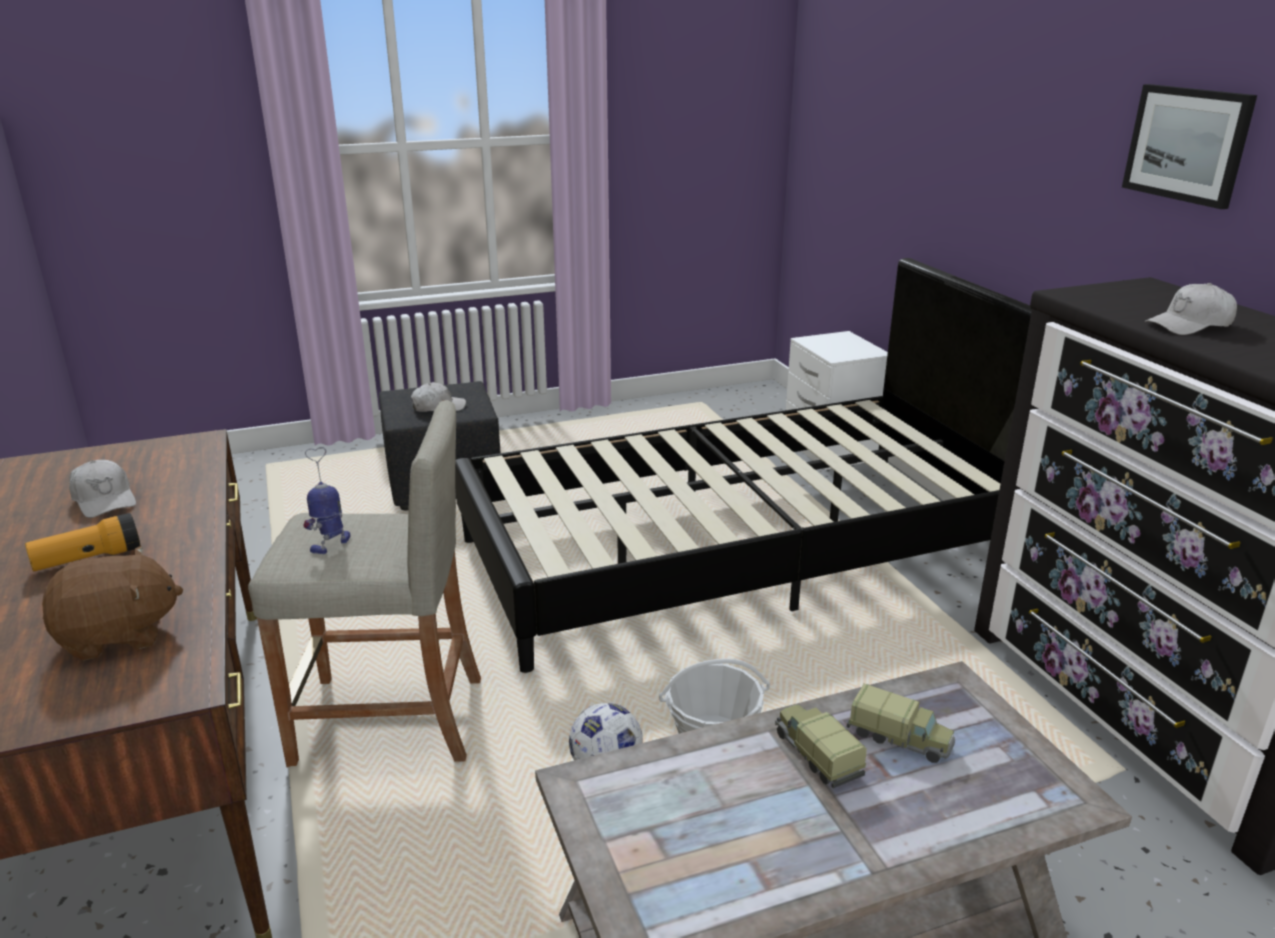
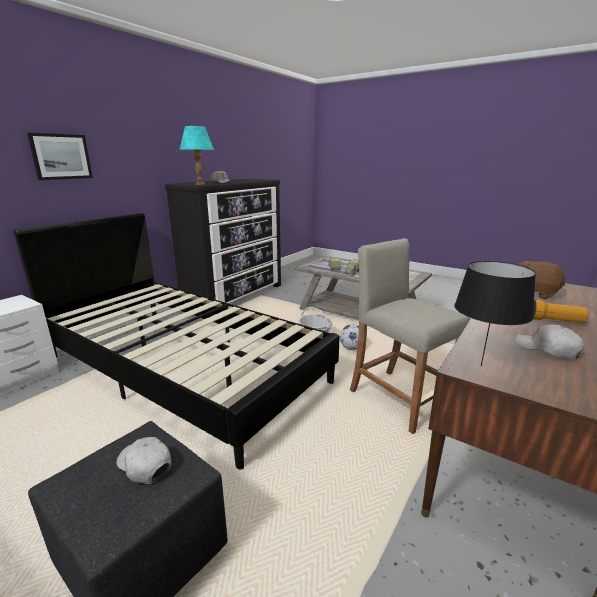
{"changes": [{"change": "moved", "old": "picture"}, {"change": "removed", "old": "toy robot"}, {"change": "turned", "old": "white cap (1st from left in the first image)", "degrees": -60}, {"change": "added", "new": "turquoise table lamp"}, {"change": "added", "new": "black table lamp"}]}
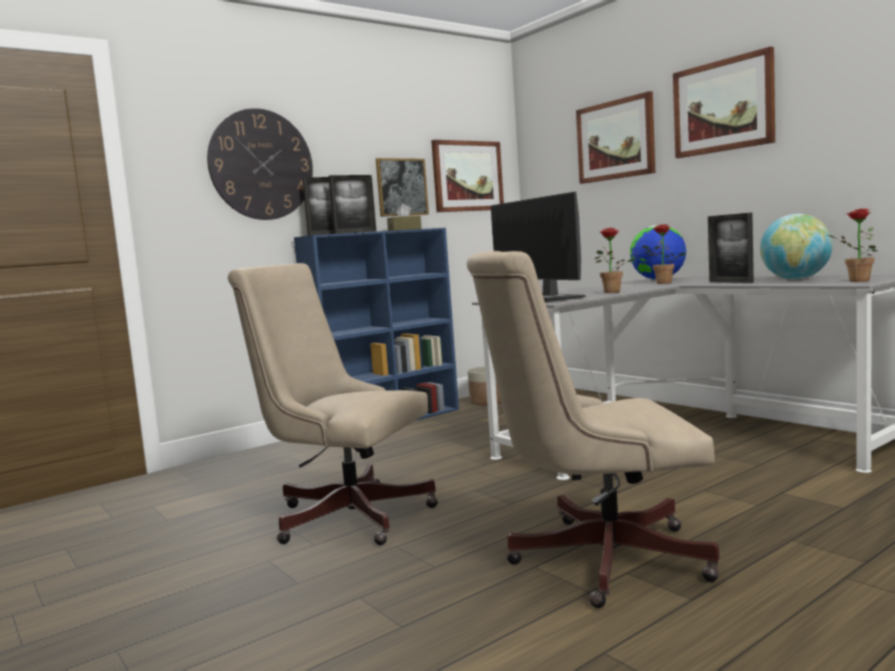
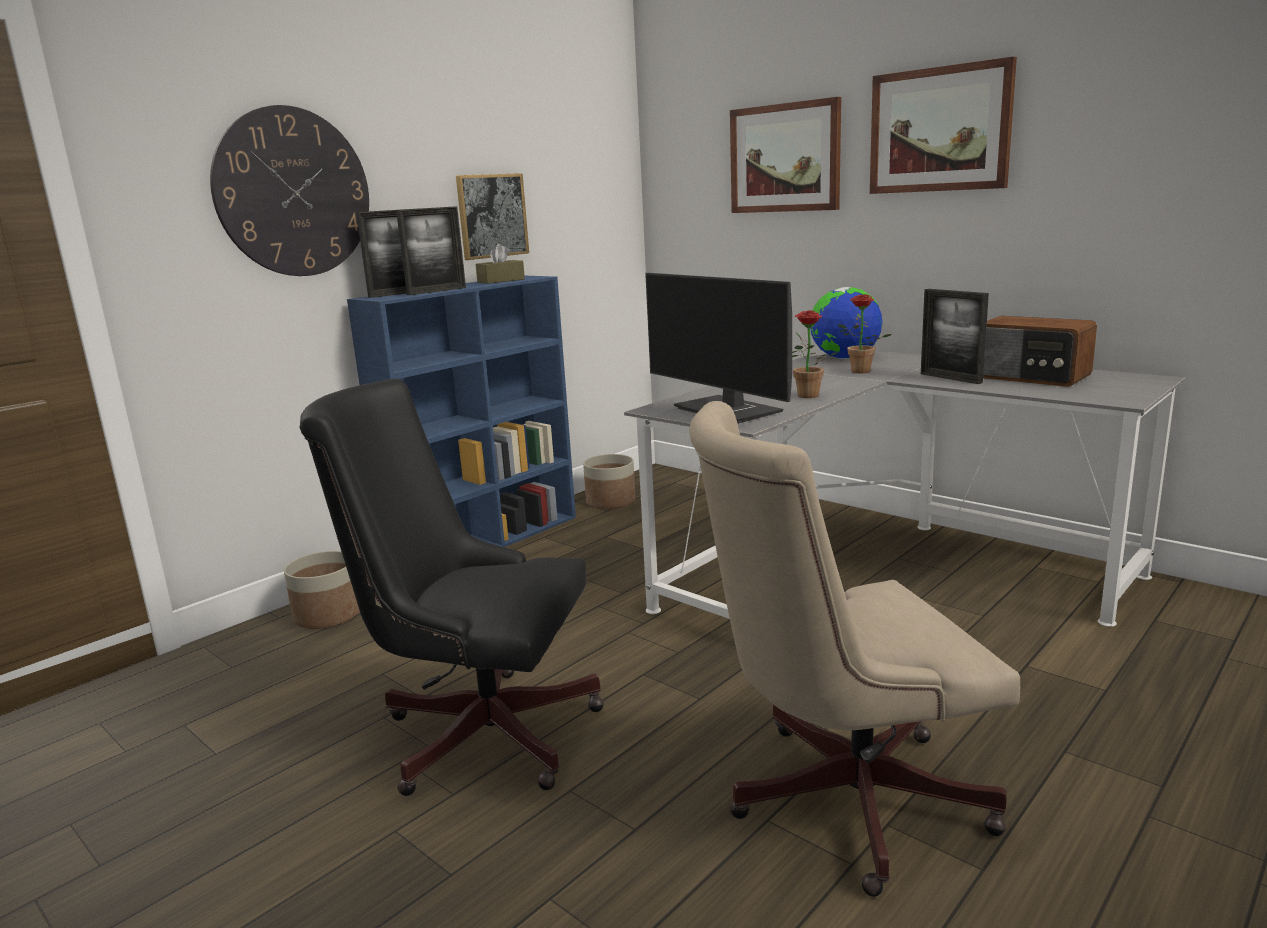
{"changes": [{"change": "removed", "old": "picture (2nd from left)"}, {"change": "removed", "old": "potted plant (3rd from left)"}, {"change": "replaced", "old": "globe (2nd from left)", "new": "radio"}, {"change": "recoloured", "old": "beige office chair (1st from left)", "new": "black office chair"}, {"change": "added", "new": "planter (1st from left)"}]}
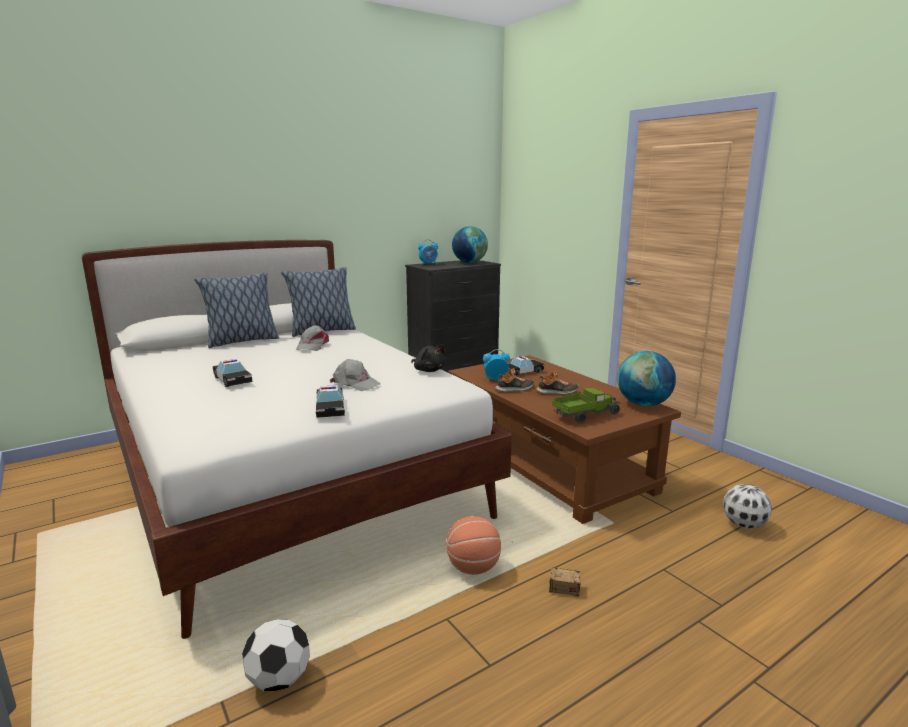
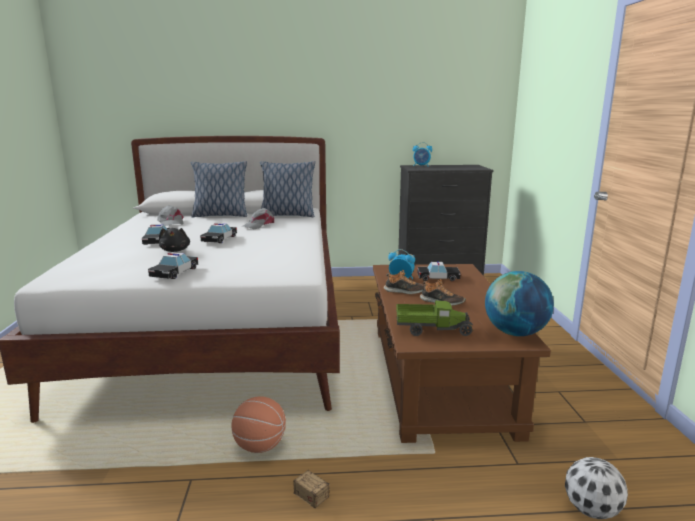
{"changes": [{"change": "removed", "old": "globe (1st from left)"}, {"change": "moved", "old": "black plush toy"}, {"change": "moved", "old": "grey cap (2nd from left in the first image)", "new": "grey cap (1st from left)"}, {"change": "removed", "old": "football (1st from left)"}, {"change": "added", "new": "toy car (3rd from left)"}]}
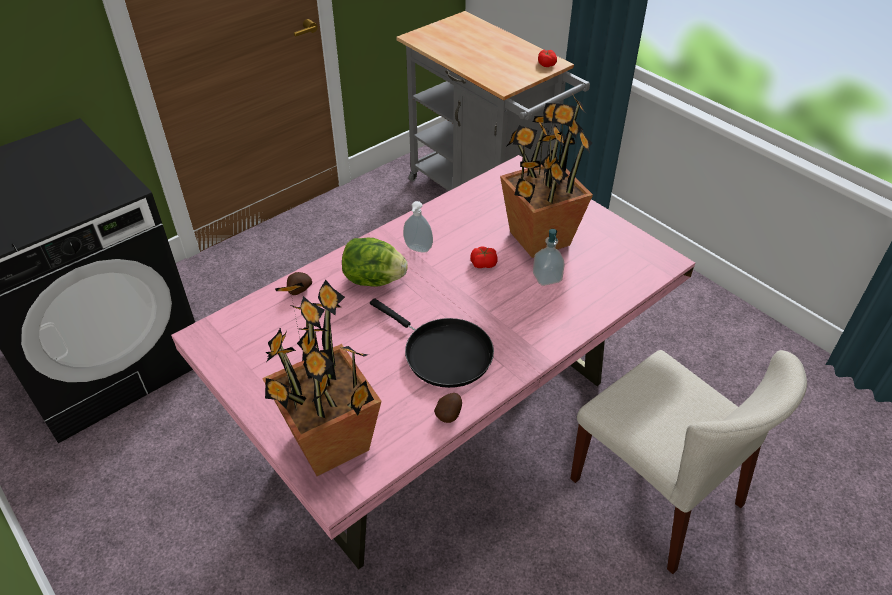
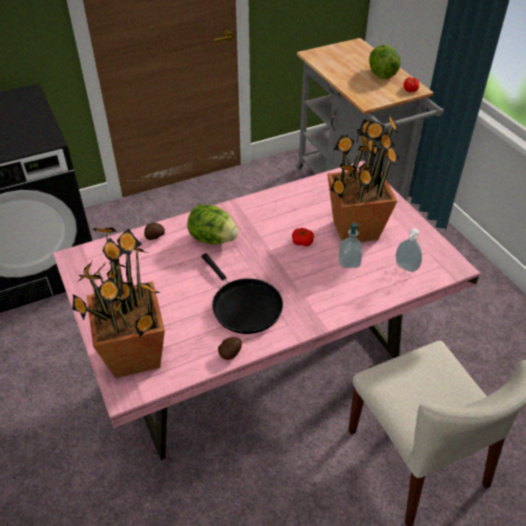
{"changes": [{"change": "moved", "old": "soap dispenser (1st from left in the first image)", "new": "soap dispenser (2nd from left)"}, {"change": "added", "new": "lettuce (2nd from left)"}]}
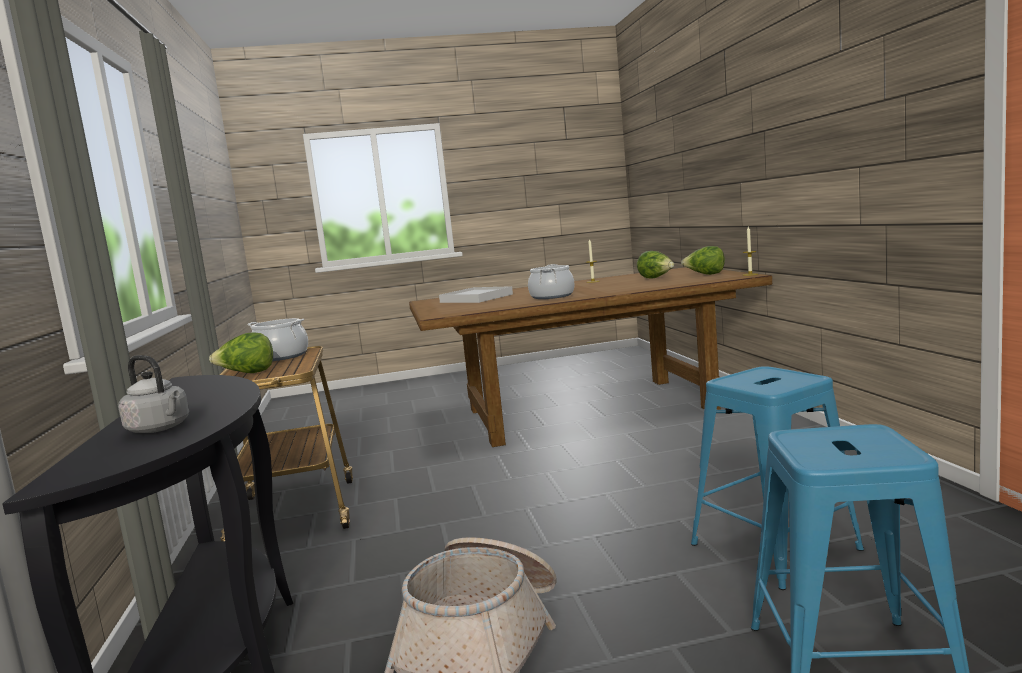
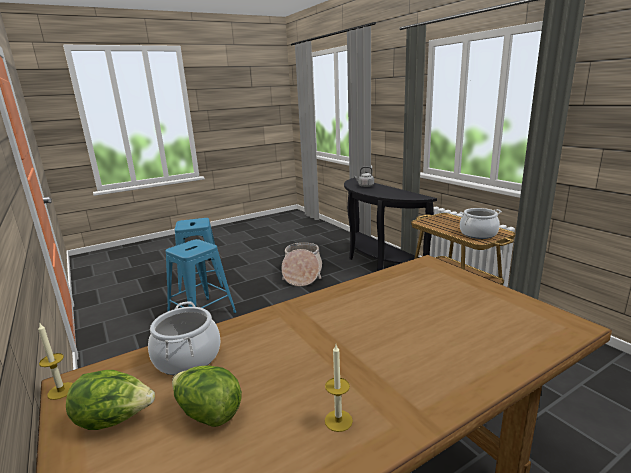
{"changes": [{"change": "moved", "old": "cooking pot (2nd from left in the first image)", "new": "cooking pot (1st from left)"}, {"change": "removed", "old": "white tray"}, {"change": "removed", "old": "lettuce (1st from left)"}]}
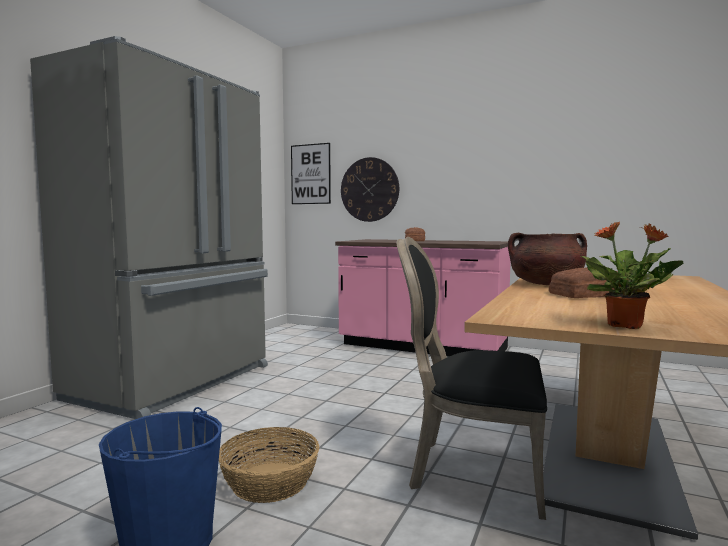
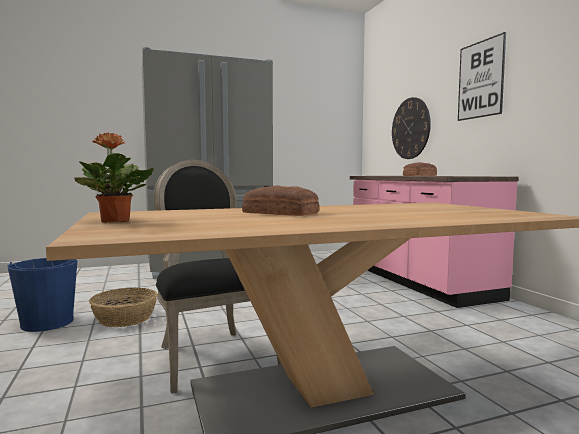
{"changes": [{"change": "moved", "old": "picture"}, {"change": "removed", "old": "brown cooking pot"}]}
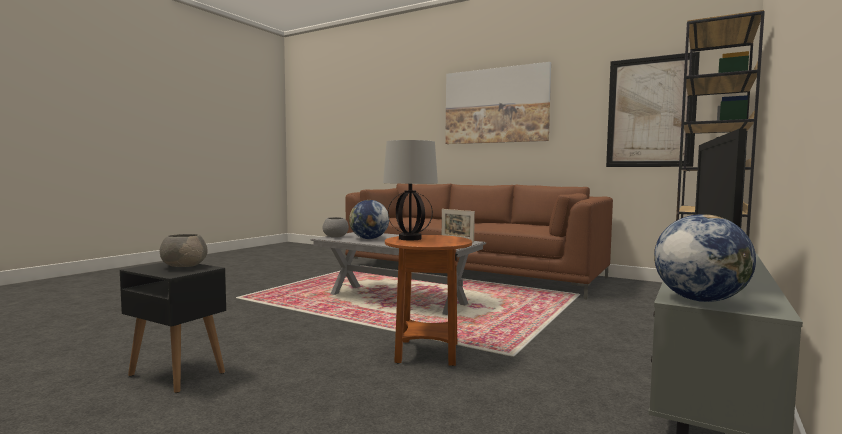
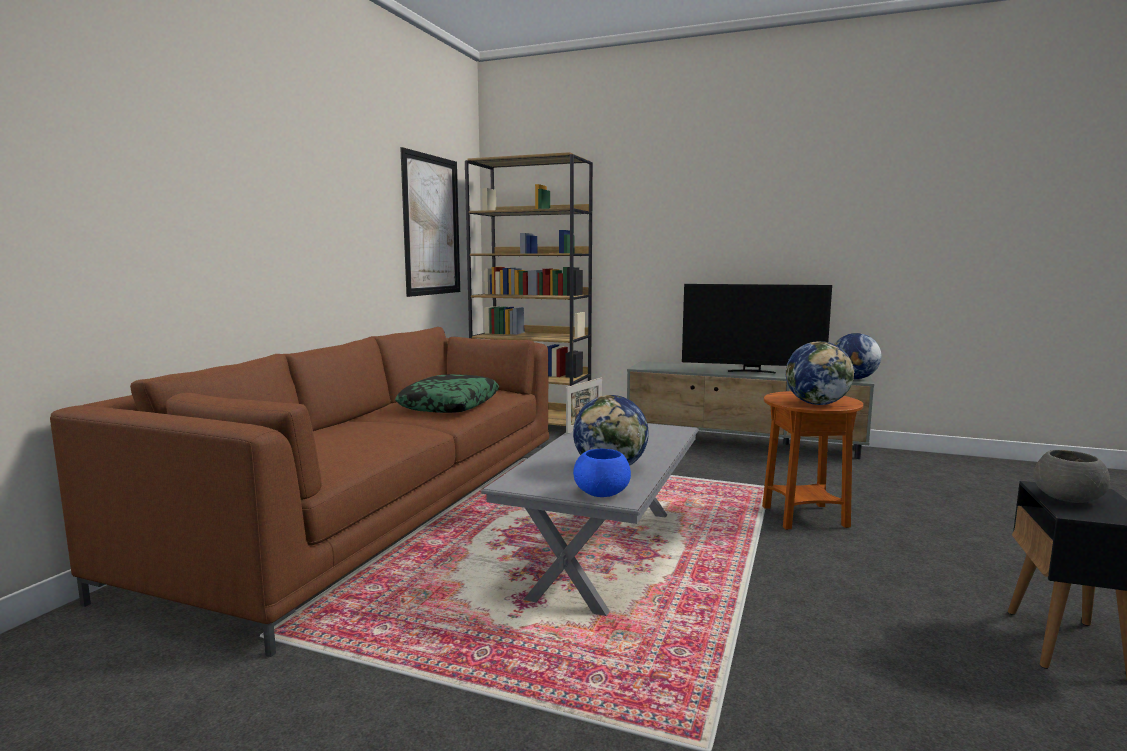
{"changes": [{"change": "removed", "old": "picture (1st from left)"}, {"change": "replaced", "old": "table lamp", "new": "globe (2nd from left)"}, {"change": "recoloured", "old": "grey bowl (2nd from left)", "new": "blue bowl"}, {"change": "added", "new": "pillow"}]}
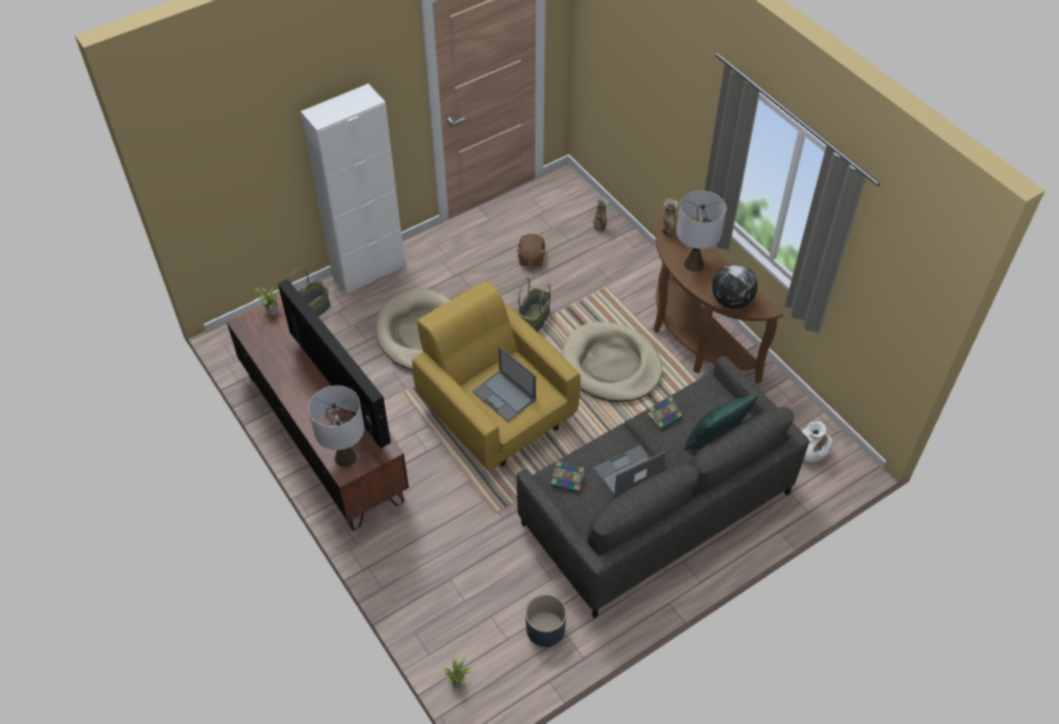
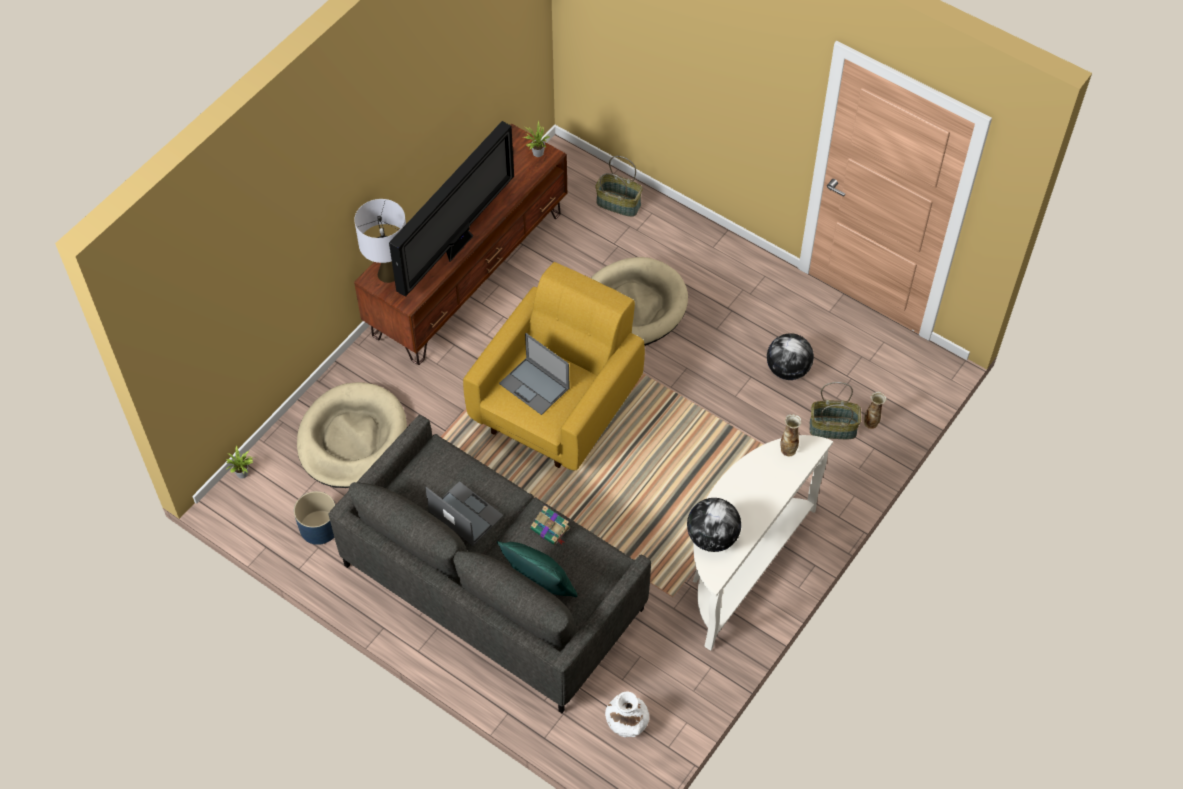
{"changes": [{"change": "removed", "old": "white cabinet"}, {"change": "removed", "old": "grey table lamp (2nd from left)"}, {"change": "recoloured", "old": "brown console table", "new": "white console table"}, {"change": "replaced", "old": "brown plush toy", "new": "globe (2nd from left)"}, {"change": "moved", "old": "basket (2nd from left)"}, {"change": "moved", "old": "beige dog bed (2nd from left in the first image)", "new": "beige dog bed (1st from left)"}, {"change": "turned", "old": "laptop (1st from left in the first image)", "degrees": -75}, {"change": "removed", "old": "book (1st from left)"}]}
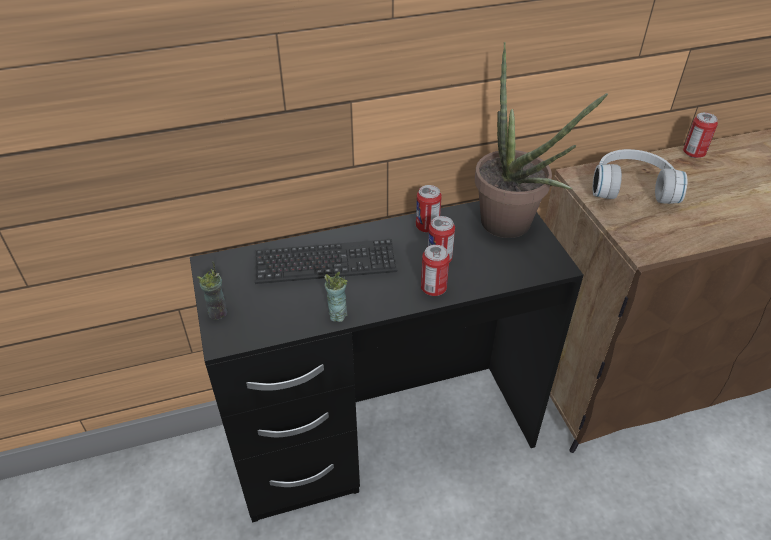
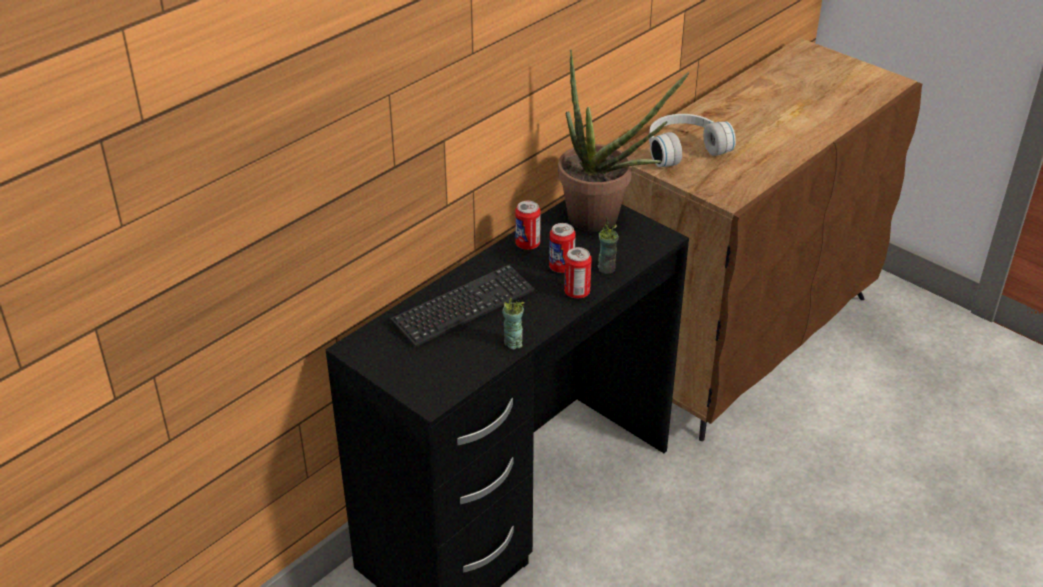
{"changes": [{"change": "removed", "old": "can (4th from left)"}, {"change": "moved", "old": "cup (1st from left in the first image)", "new": "cup (2nd from left)"}]}
